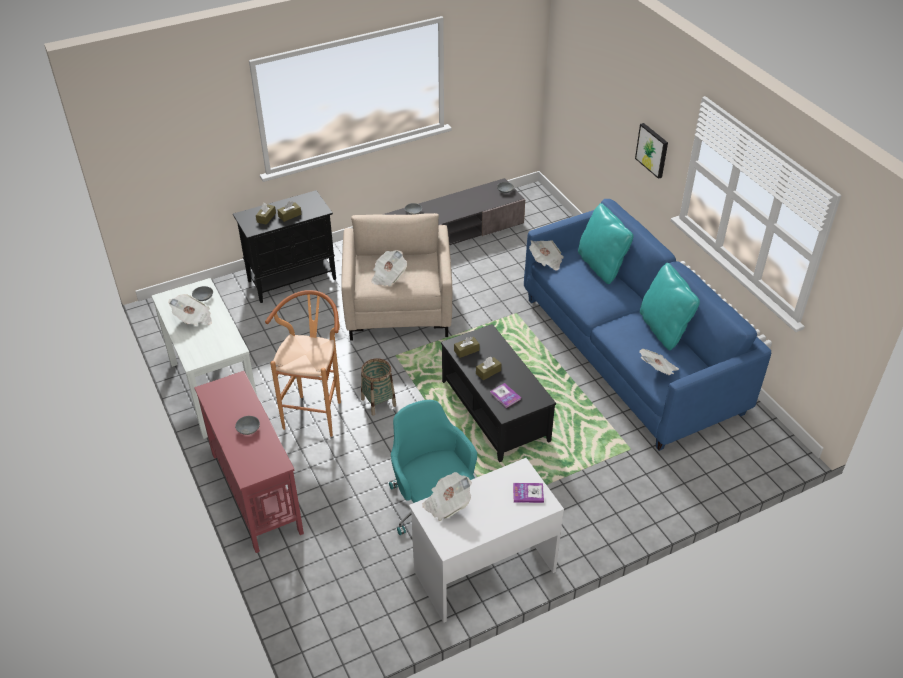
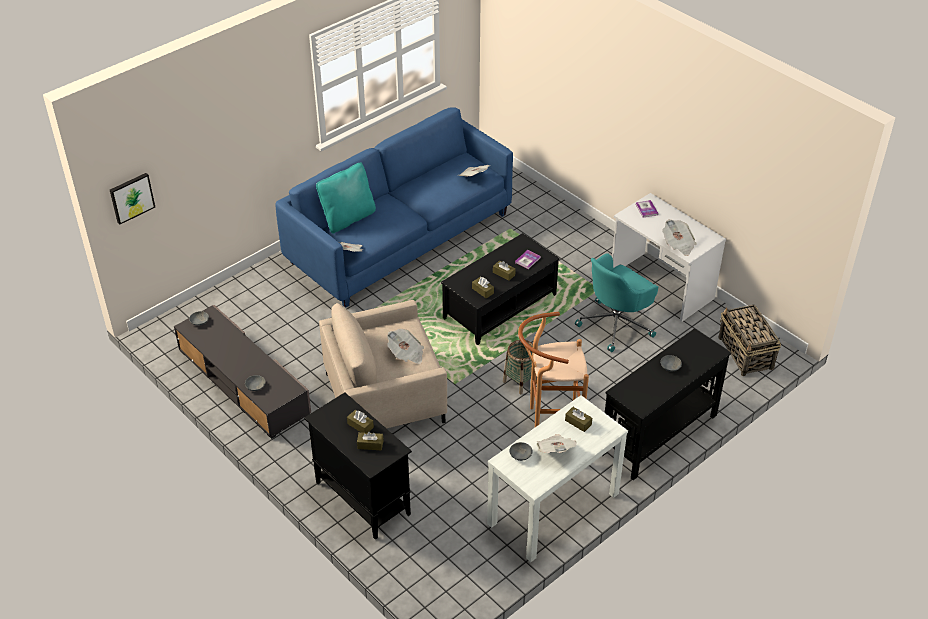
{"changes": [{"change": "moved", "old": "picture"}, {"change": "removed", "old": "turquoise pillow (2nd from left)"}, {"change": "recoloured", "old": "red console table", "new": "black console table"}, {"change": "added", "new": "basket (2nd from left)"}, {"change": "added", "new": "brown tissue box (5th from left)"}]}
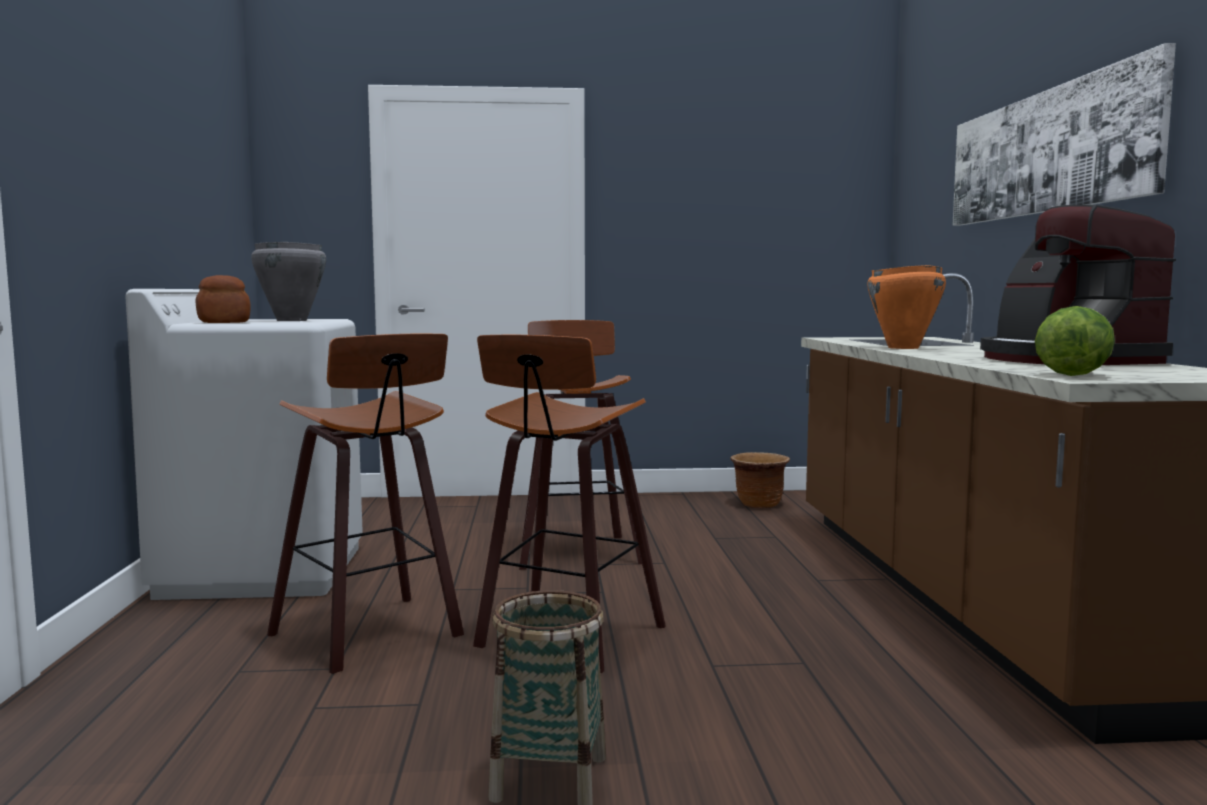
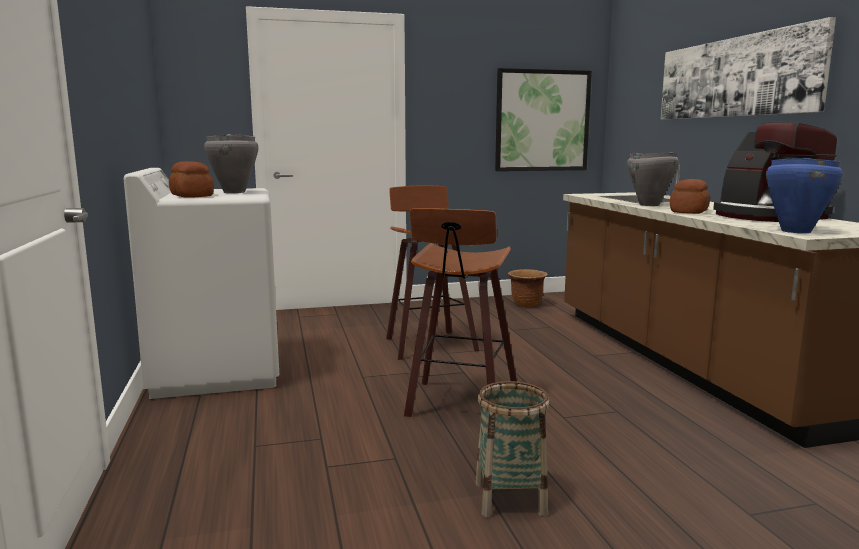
{"changes": [{"change": "recoloured", "old": "orange cooking pot", "new": "grey cooking pot (2nd from left)"}, {"change": "replaced", "old": "lettuce", "new": "blue cooking pot"}, {"change": "removed", "old": "stool (1st from left)"}, {"change": "added", "new": "picture (1st from left)"}, {"change": "added", "new": "bread (2nd from left)"}]}
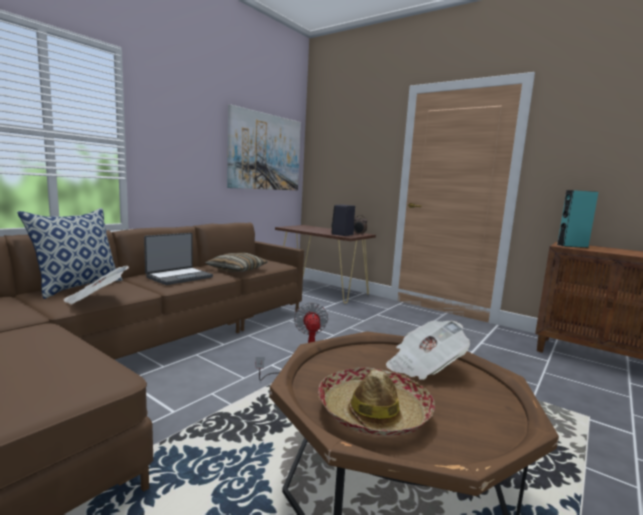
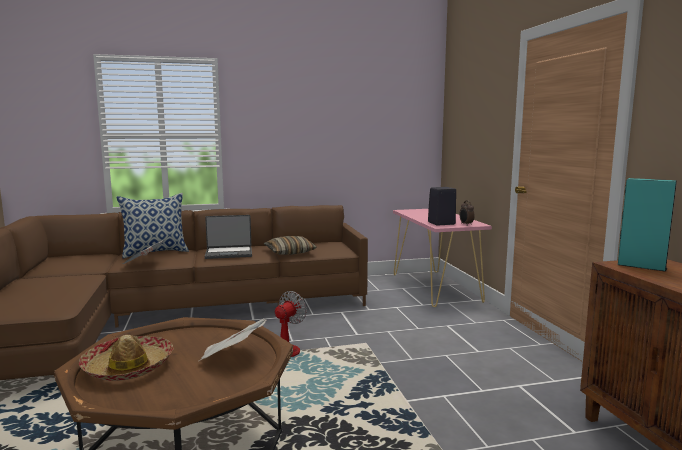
{"changes": [{"change": "removed", "old": "picture"}, {"change": "recoloured", "old": "brown console table", "new": "pink console table"}]}
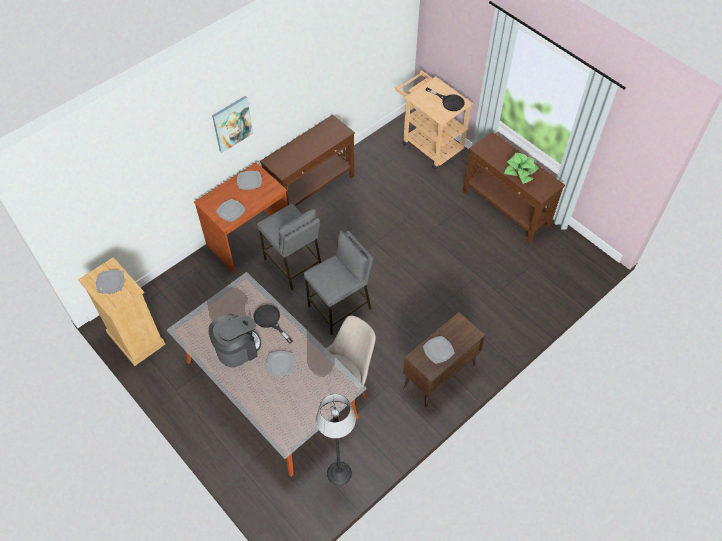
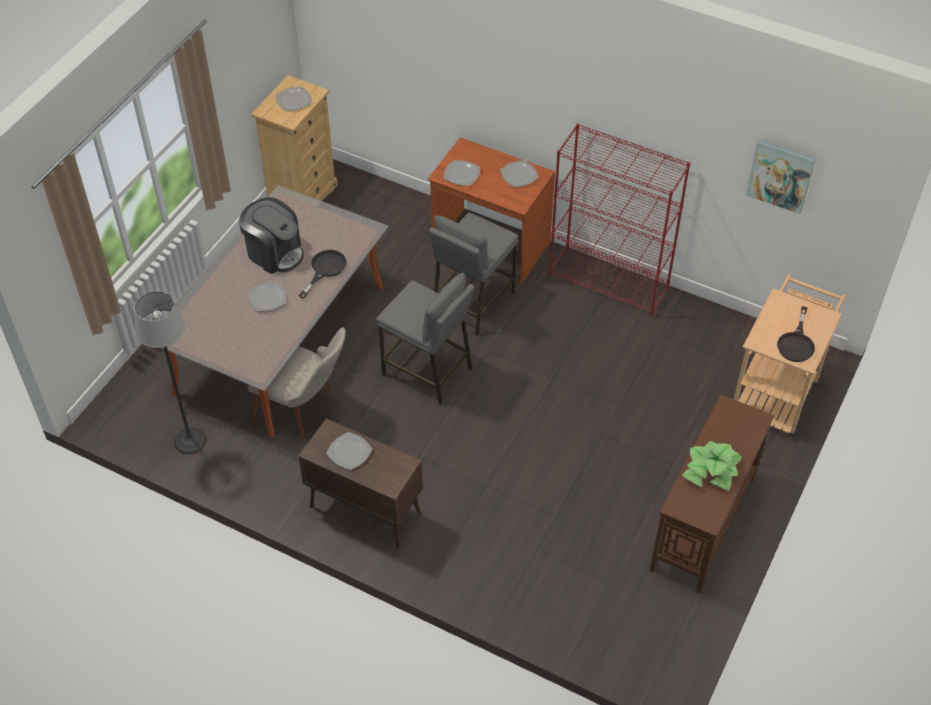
{"changes": [{"change": "moved", "old": "picture"}, {"change": "replaced", "old": "brown console table (1st from left)", "new": "red bookcase"}]}
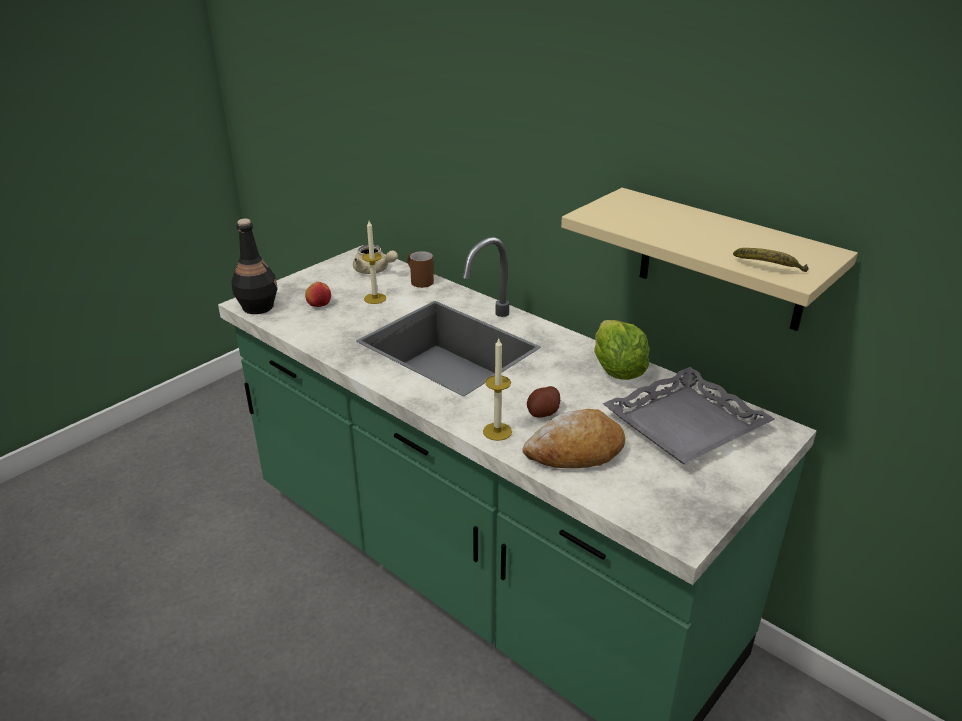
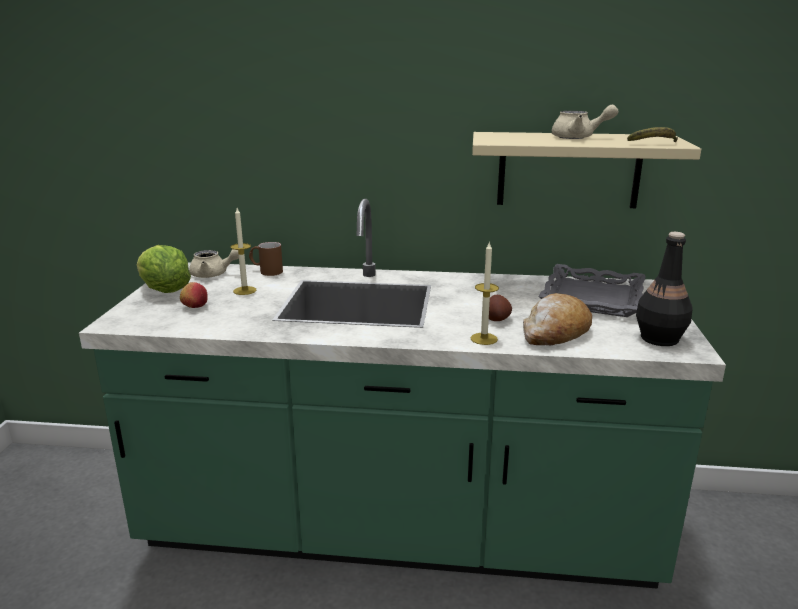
{"changes": [{"change": "moved", "old": "black bottle"}, {"change": "moved", "old": "lettuce"}, {"change": "added", "new": "beige teapot (2nd from left)"}]}
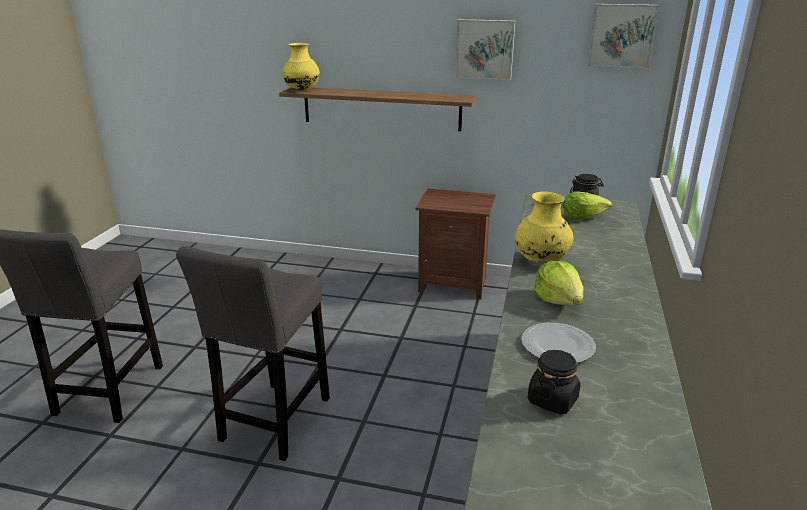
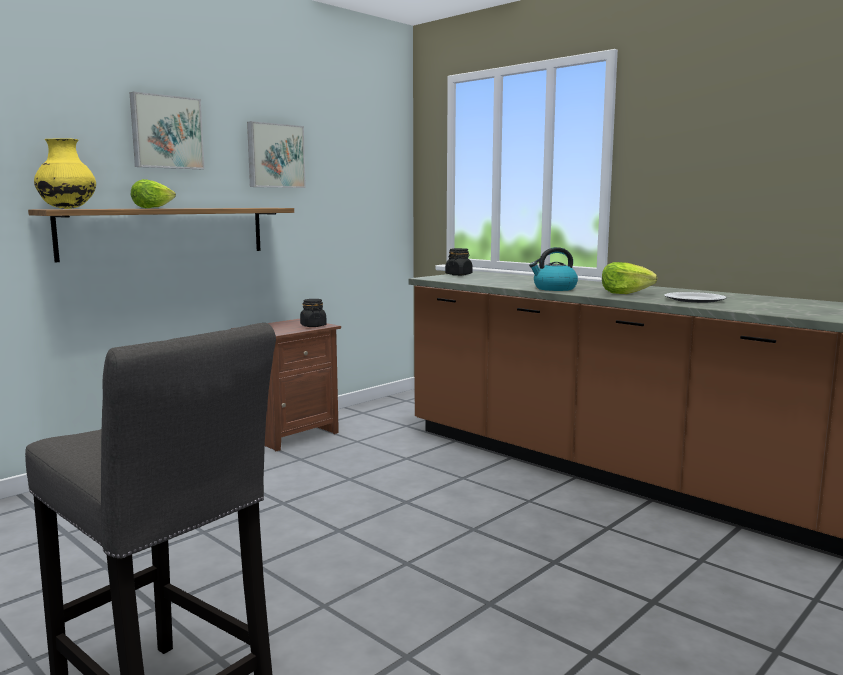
{"changes": [{"change": "moved", "old": "picture (2nd from left in the first image)", "new": "picture (1st from left)"}, {"change": "replaced", "old": "yellow vase (2nd from left)", "new": "kettle"}, {"change": "moved", "old": "lettuce (2nd from left in the first image)", "new": "lettuce (1st from left)"}, {"change": "removed", "old": "grey stool (2nd from left)"}, {"change": "moved", "old": "black jar (1st from left)"}]}
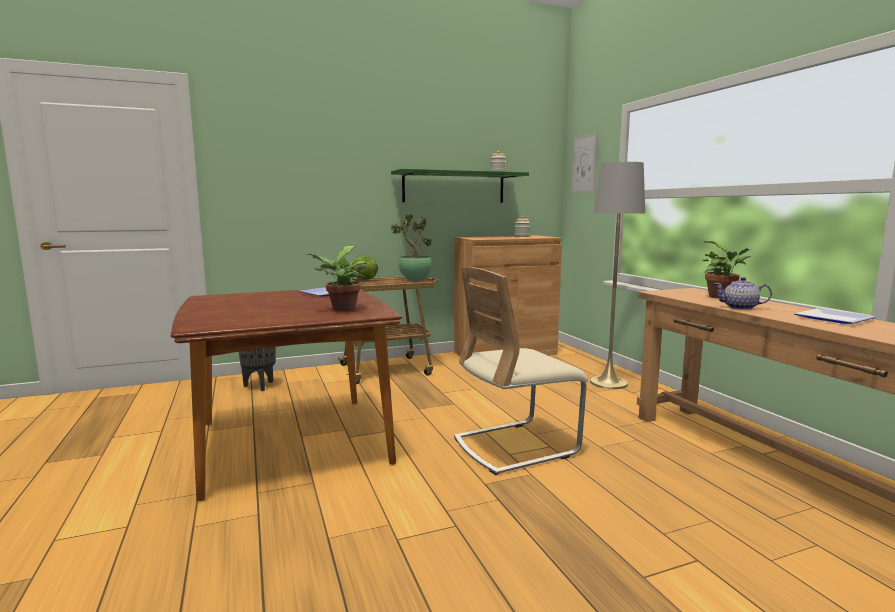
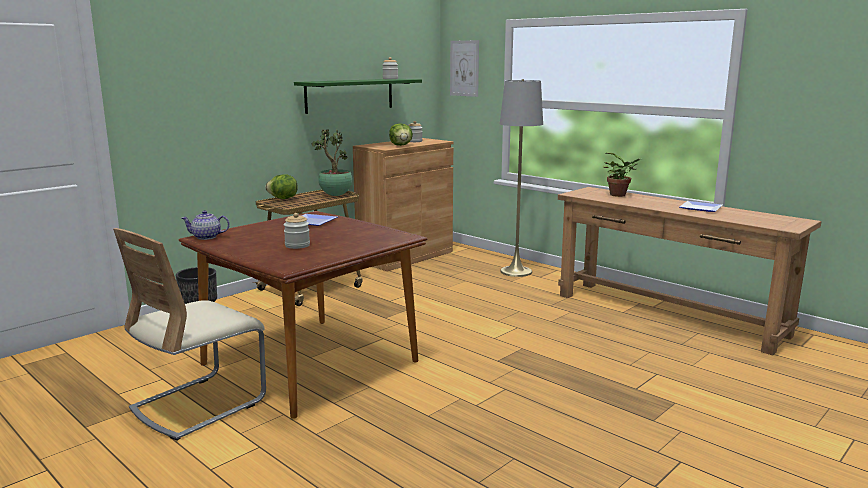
{"changes": [{"change": "removed", "old": "potted plant (1st from left)"}, {"change": "moved", "old": "beige chair"}, {"change": "moved", "old": "teapot"}, {"change": "added", "new": "lettuce (2nd from left)"}, {"change": "added", "new": "jar (1st from left)"}]}
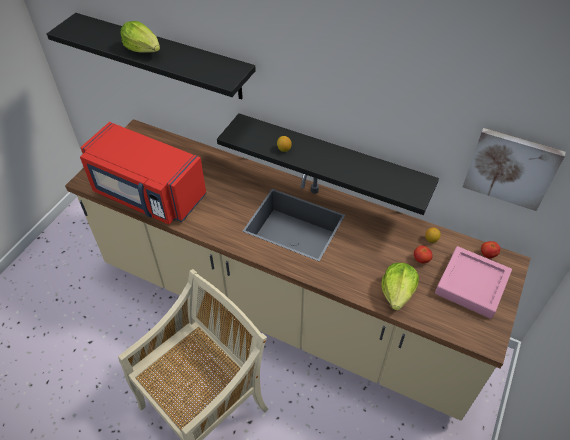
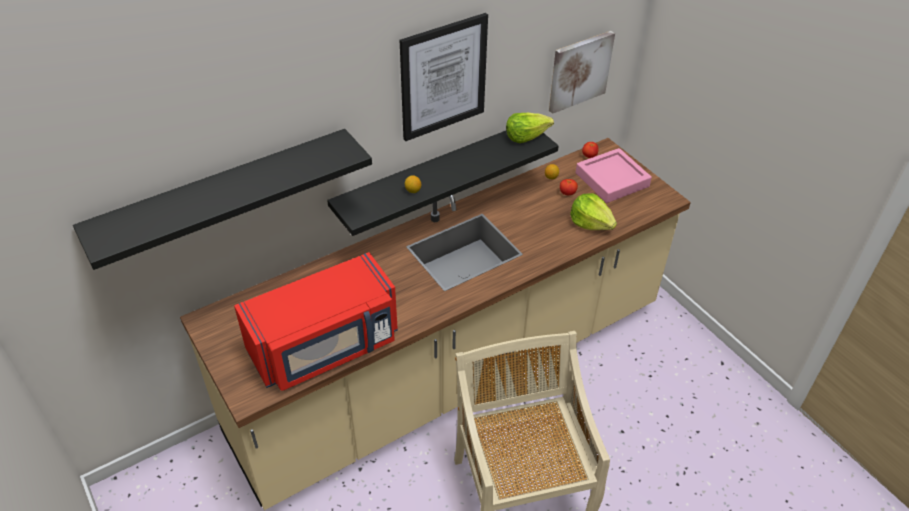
{"changes": [{"change": "moved", "old": "lettuce (1st from left)"}, {"change": "added", "new": "picture (1st from left)"}]}
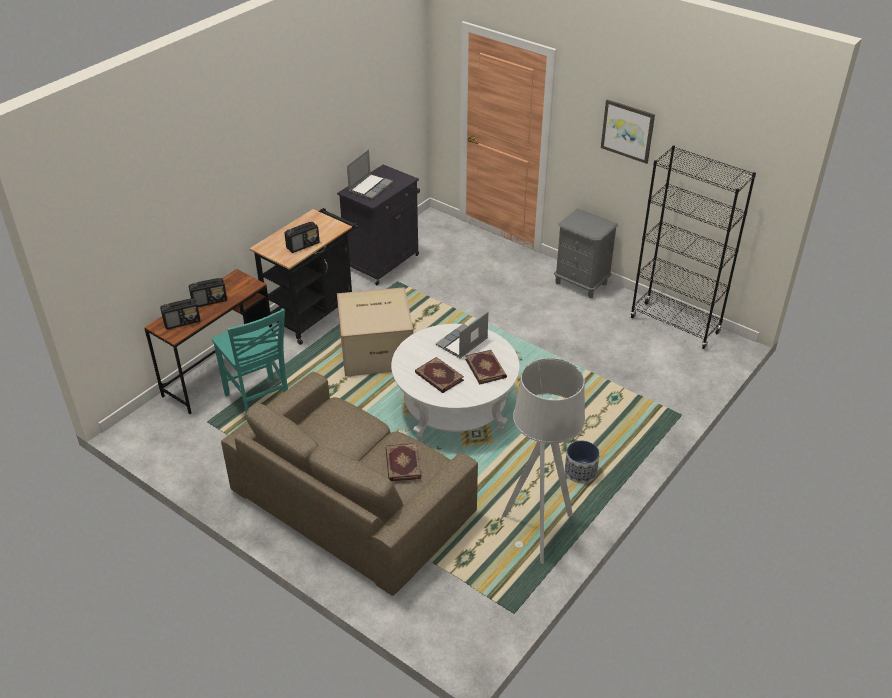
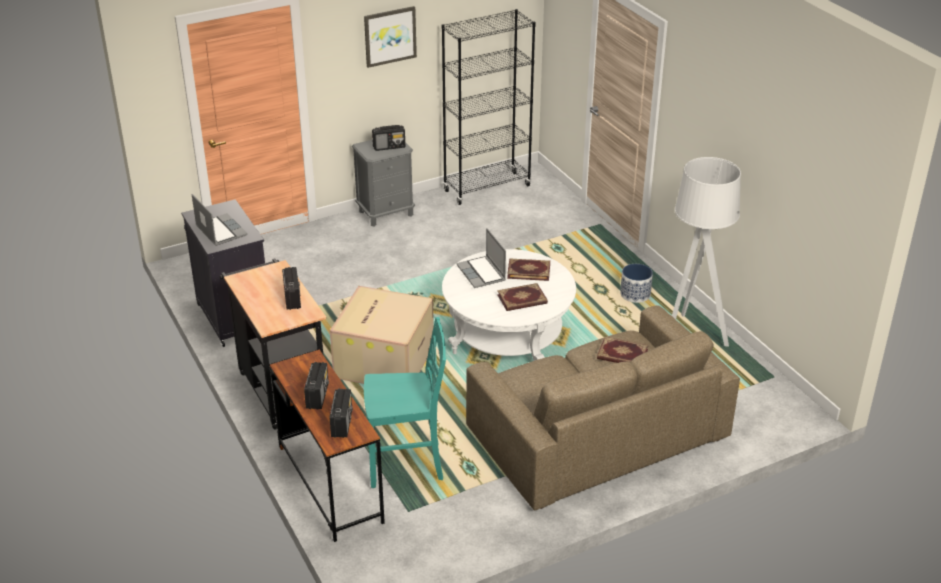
{"changes": [{"change": "added", "new": "radio (4th from left)"}]}
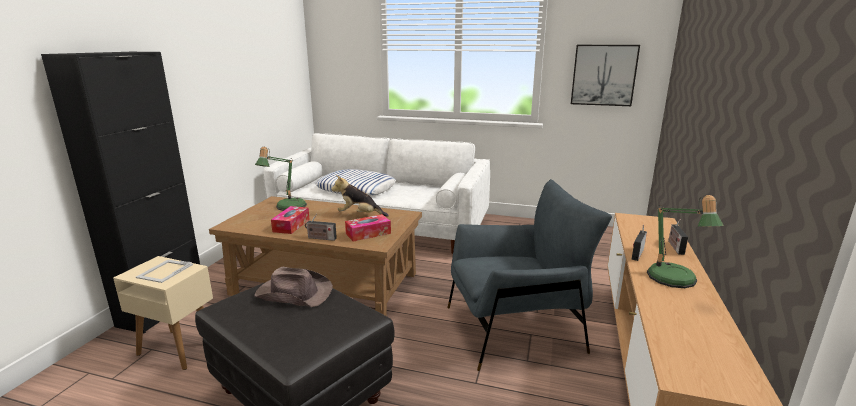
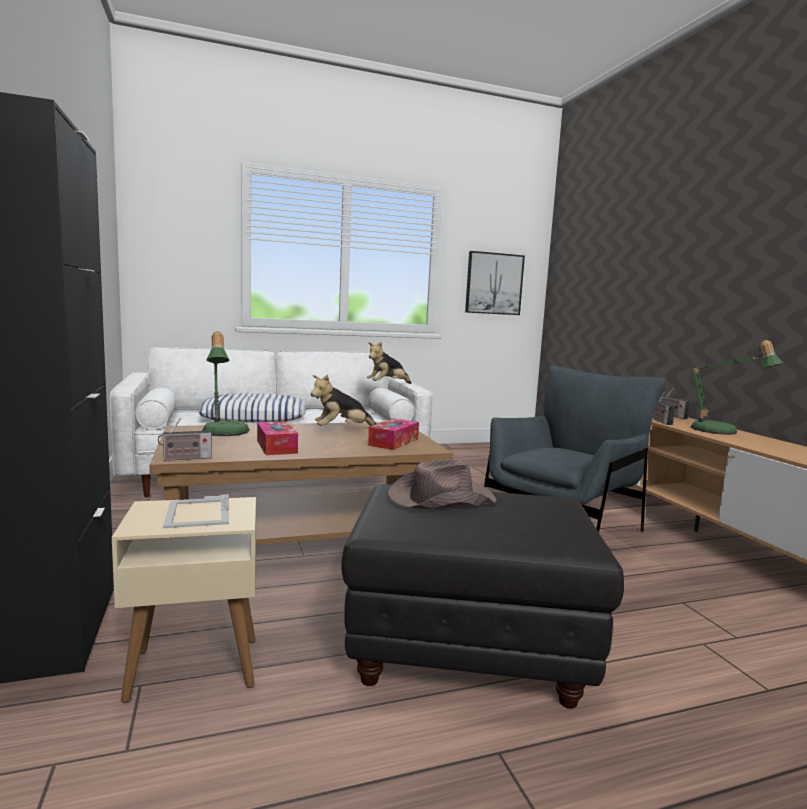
{"changes": [{"change": "moved", "old": "radio (1st from left)"}, {"change": "added", "new": "plush toy (2nd from left)"}]}
